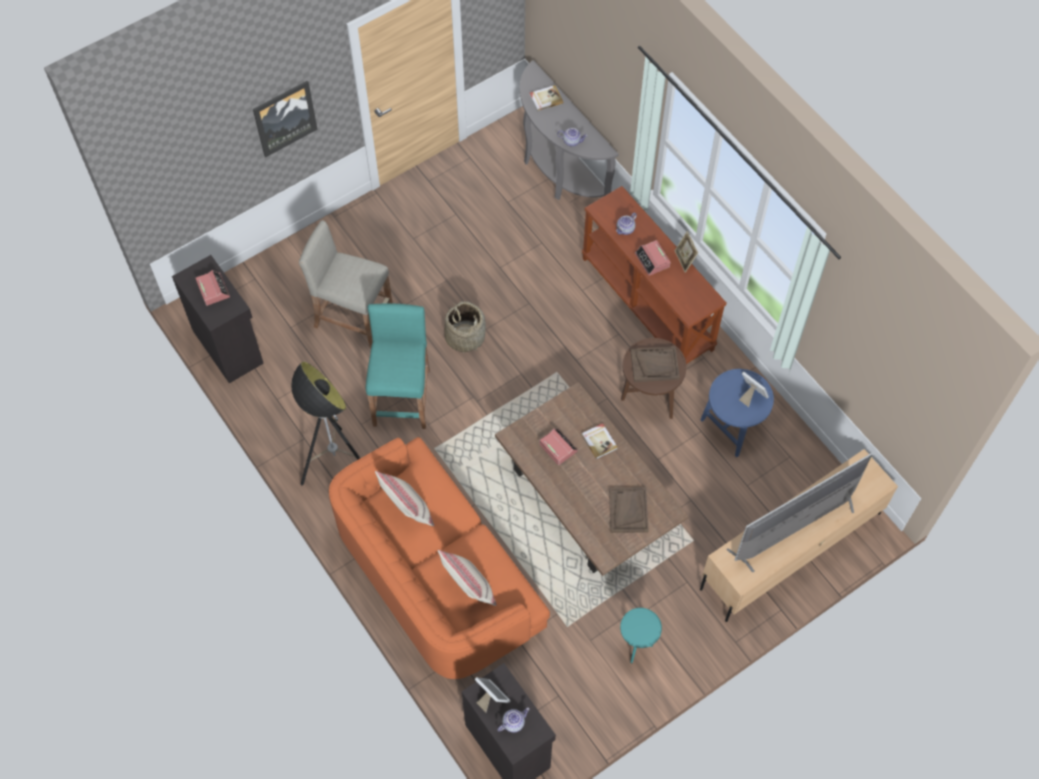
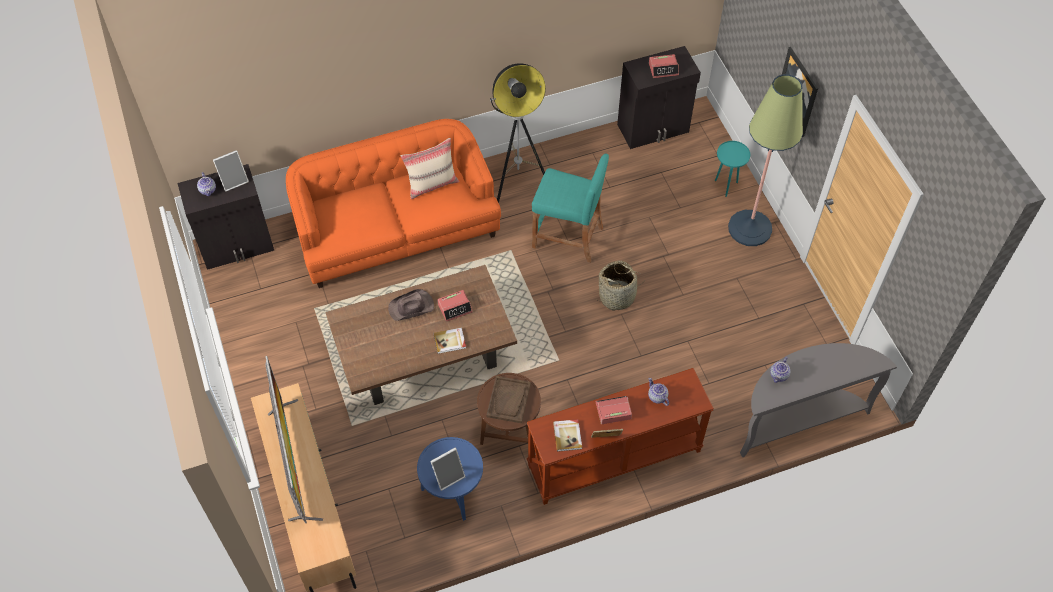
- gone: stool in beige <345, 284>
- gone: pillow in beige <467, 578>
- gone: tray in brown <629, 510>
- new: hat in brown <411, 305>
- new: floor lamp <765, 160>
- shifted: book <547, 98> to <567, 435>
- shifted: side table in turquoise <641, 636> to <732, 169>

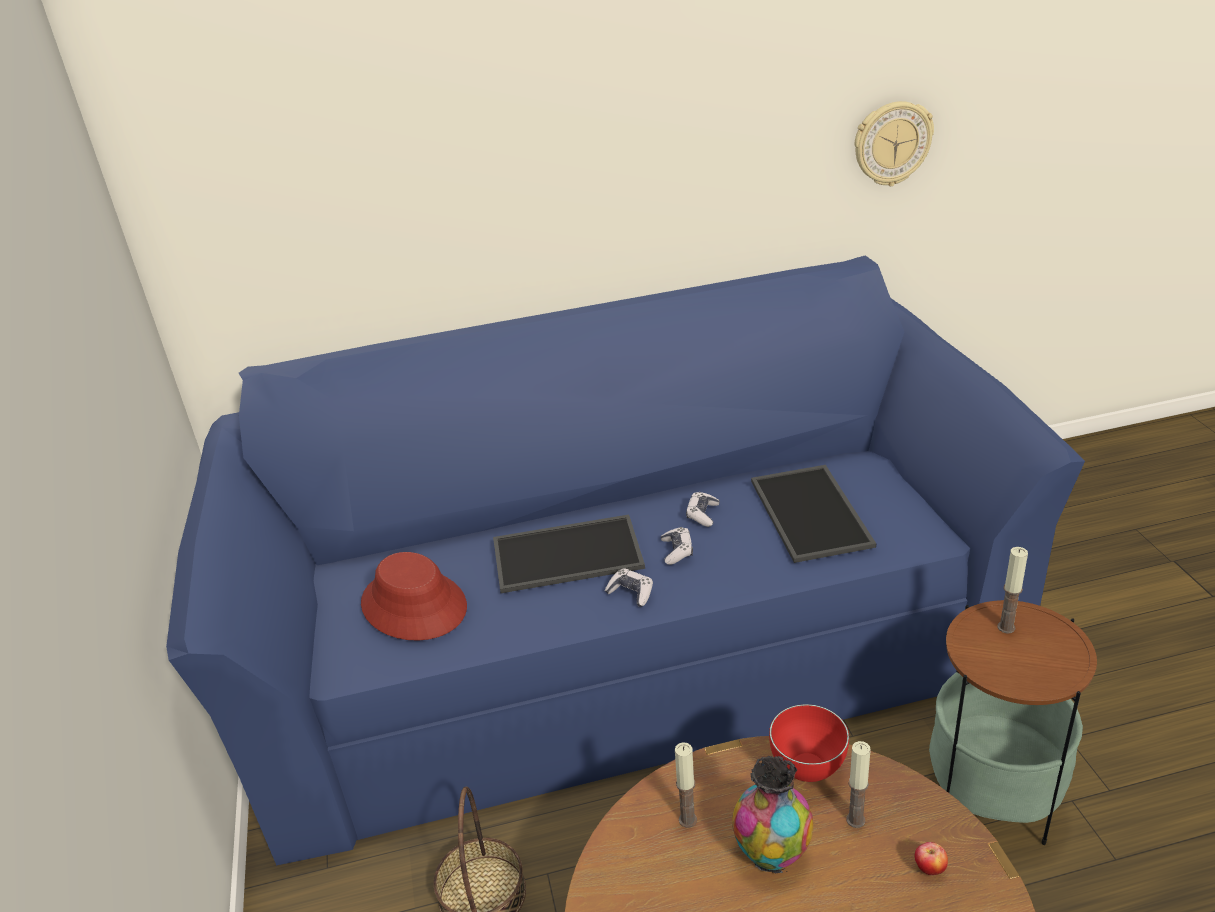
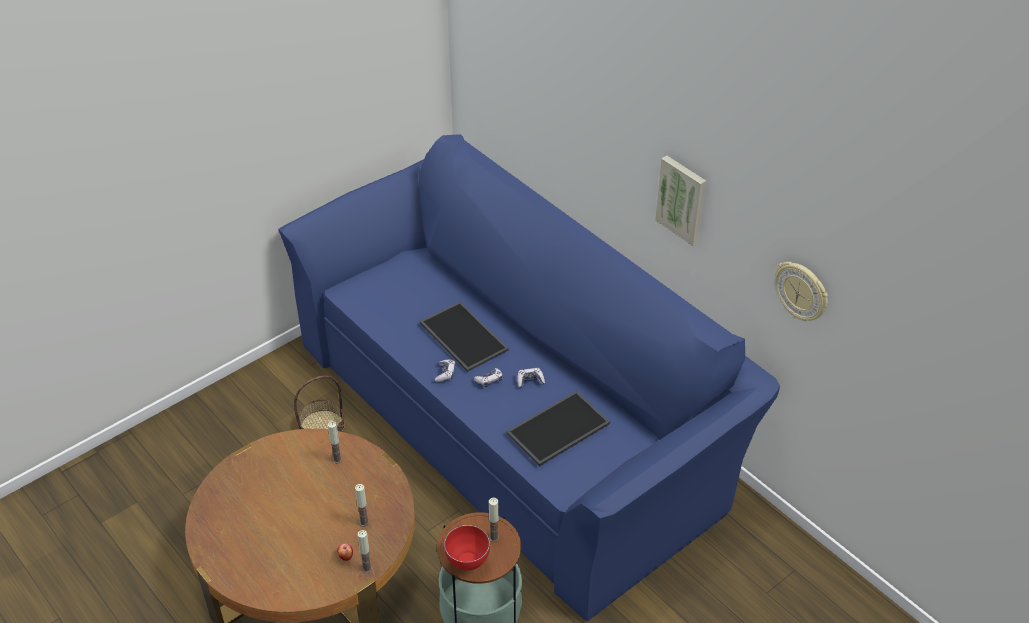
- gone: hat in red <414, 596>
- gone: vase <772, 814>
- new: candle <365, 551>
- new: picture <680, 201>
- shifted: bowl in red <809, 743> to <467, 548>

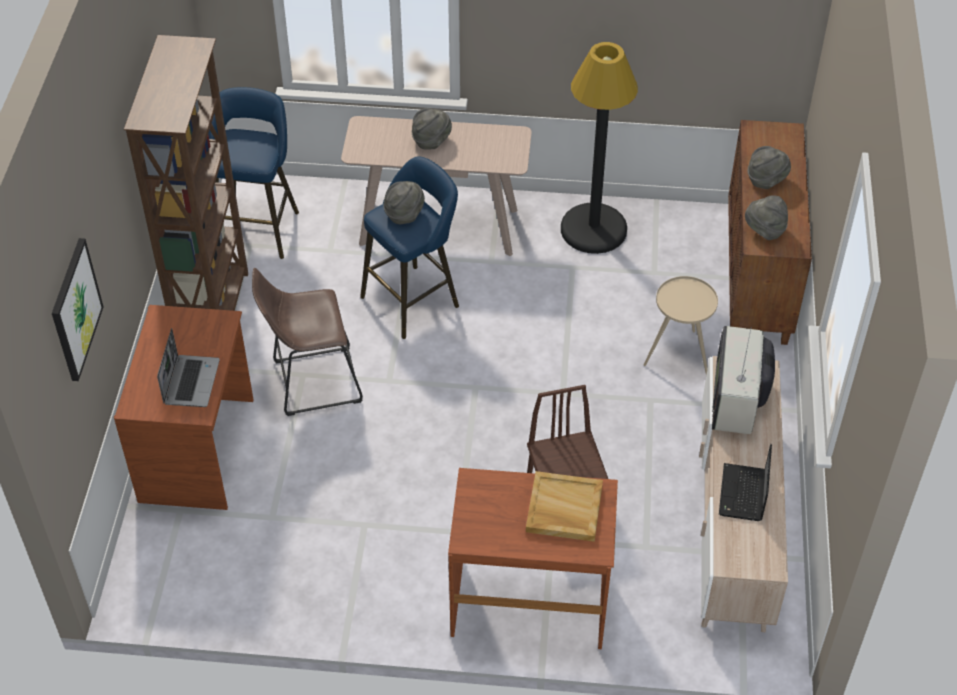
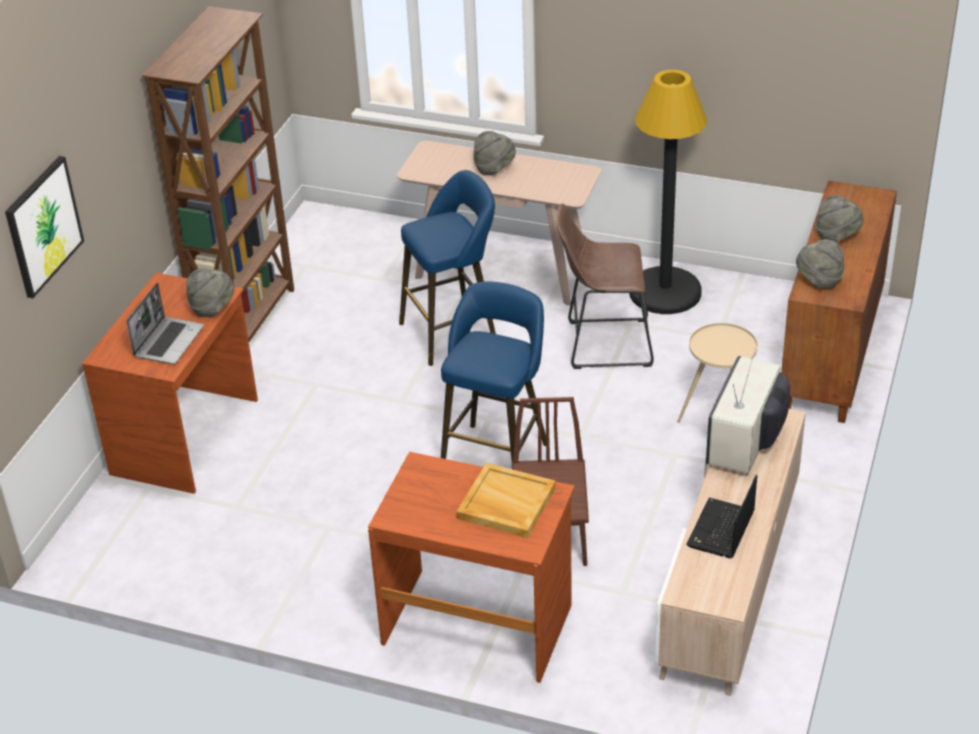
- shifted: stool in blue <253, 173> to <493, 371>
- shifted: stool in brown <307, 342> to <605, 286>
- shifted: hat in grey <404, 202> to <210, 292>

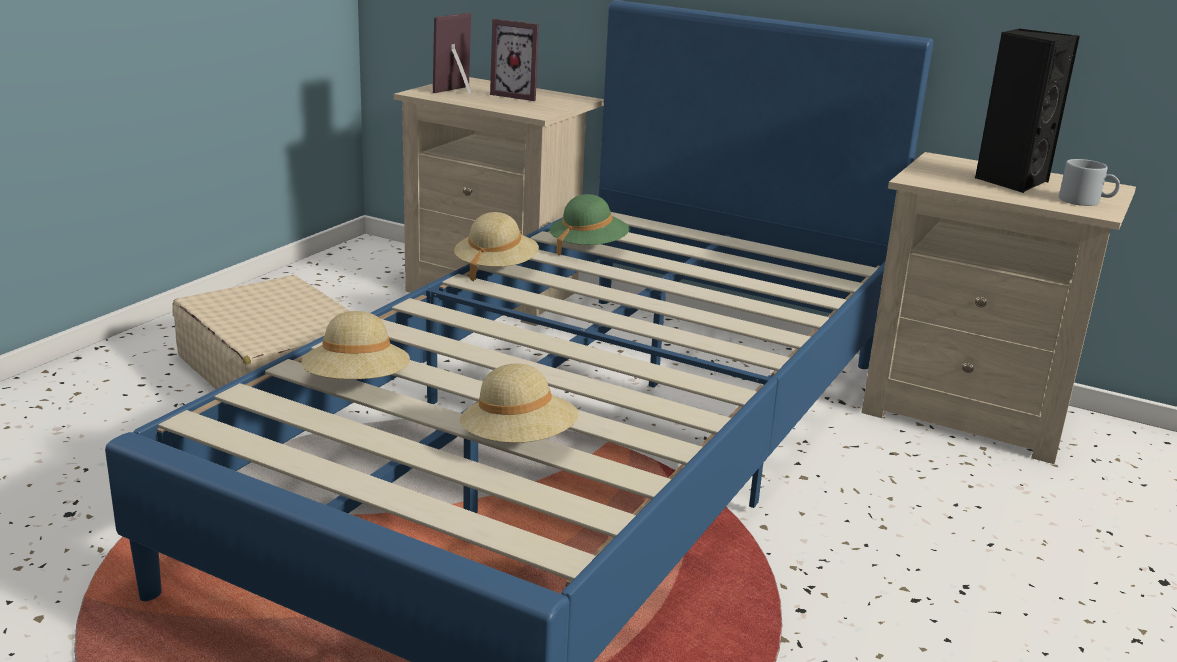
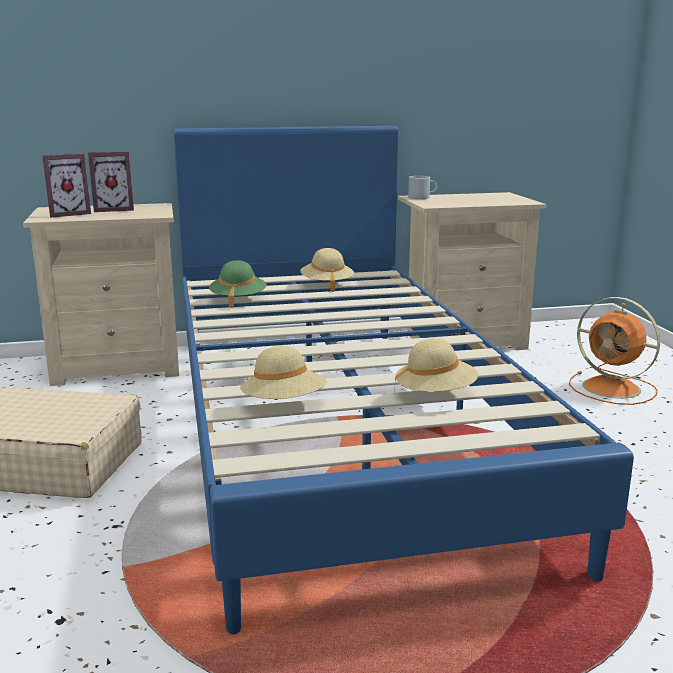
- gone: speaker in black <1027, 110>
- new: fan in orange <614, 351>
- shifted: hat in beige <496, 247> to <327, 270>
- shifted: mug in grey <1089, 182> to <422, 187>
- rotated: picture frame <452, 53> = <66, 185> 120 degrees counterclockwise

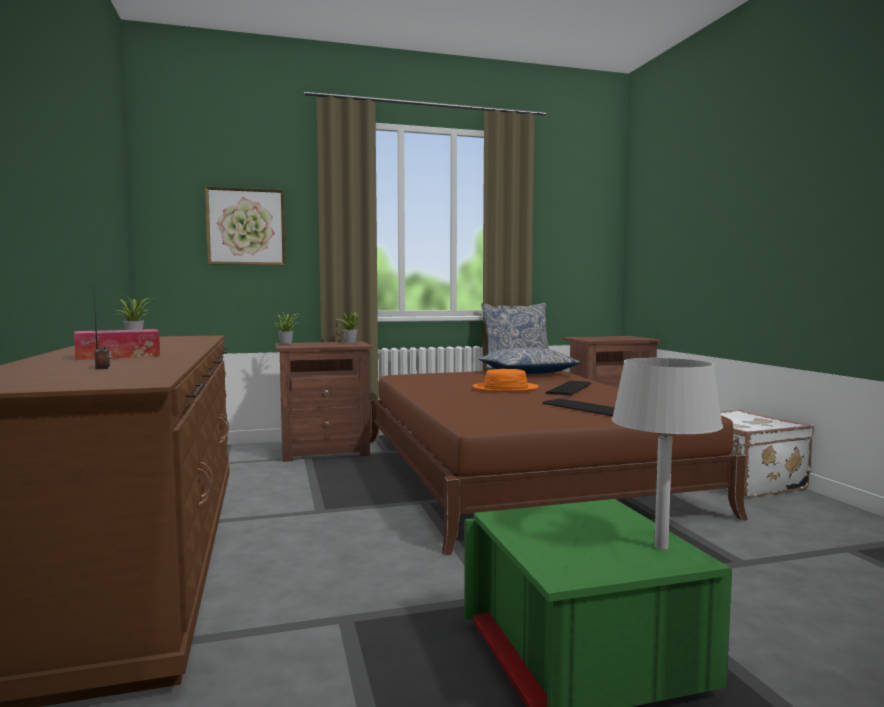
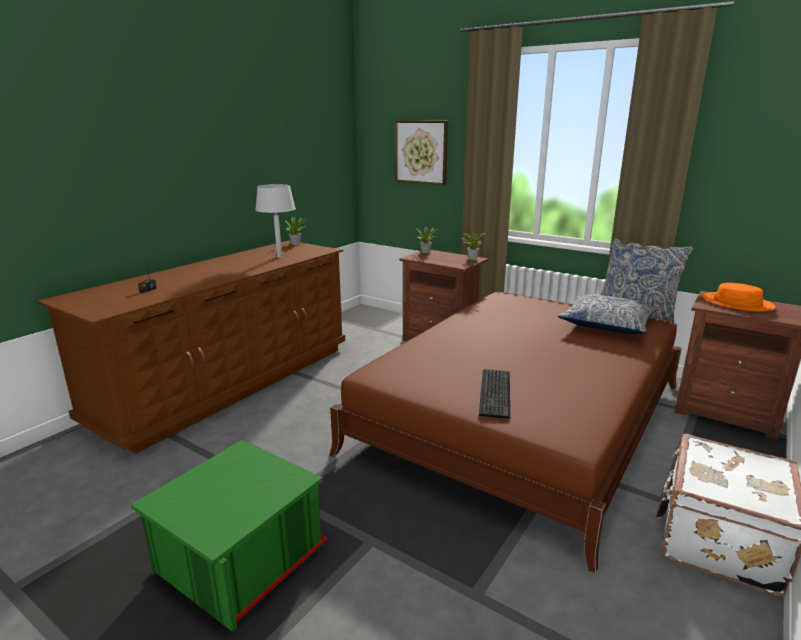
- gone: tissue box <117, 344>
- gone: keyboard <568, 388>
- shifted: hat in orange <506, 380> to <739, 297>
- shifted: table lamp in grey <667, 453> to <275, 221>

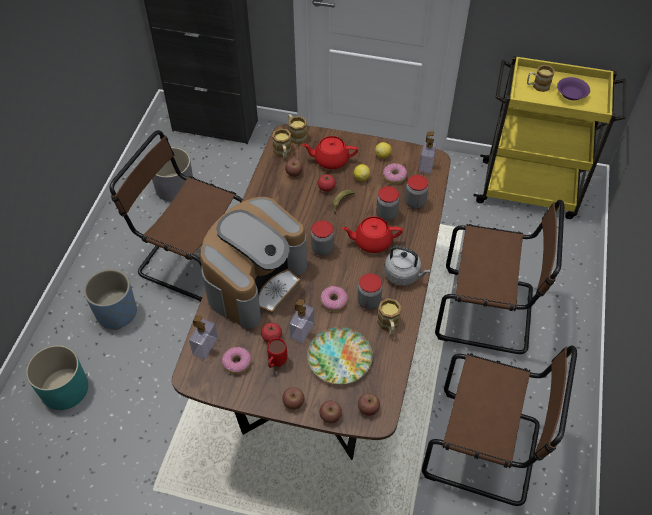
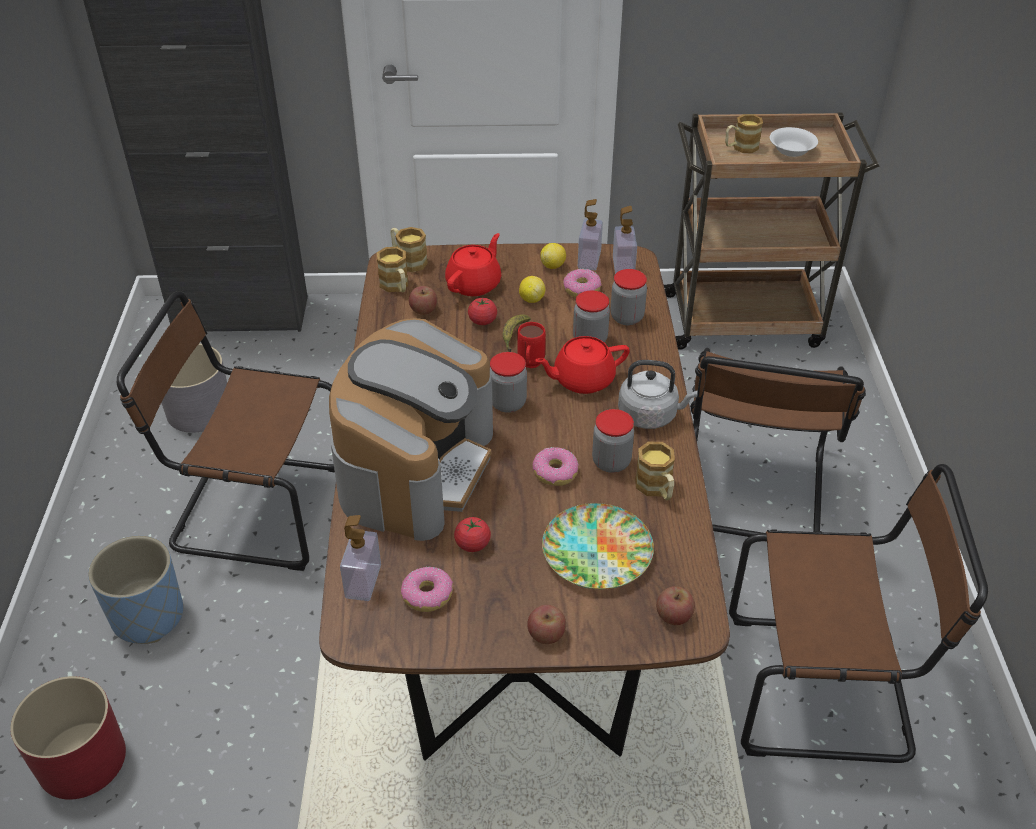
- gone: apple <330, 412>
- shifted: mug in red <277, 353> to <531, 345>
- shifted: soap dispenser <301, 321> to <590, 234>
- repainted: planter in turquoise <57, 377> to planter in red <68, 738>
- repainted: cart in yellow <549, 137> to cart in brown <771, 231>
- repainted: bowl in purple <573, 88> to bowl in white <794, 142>
- rotated: teapot in red <329, 152> = <473, 264> 135 degrees clockwise
- rotated: chair in brown <499, 277> = <778, 442> 105 degrees clockwise

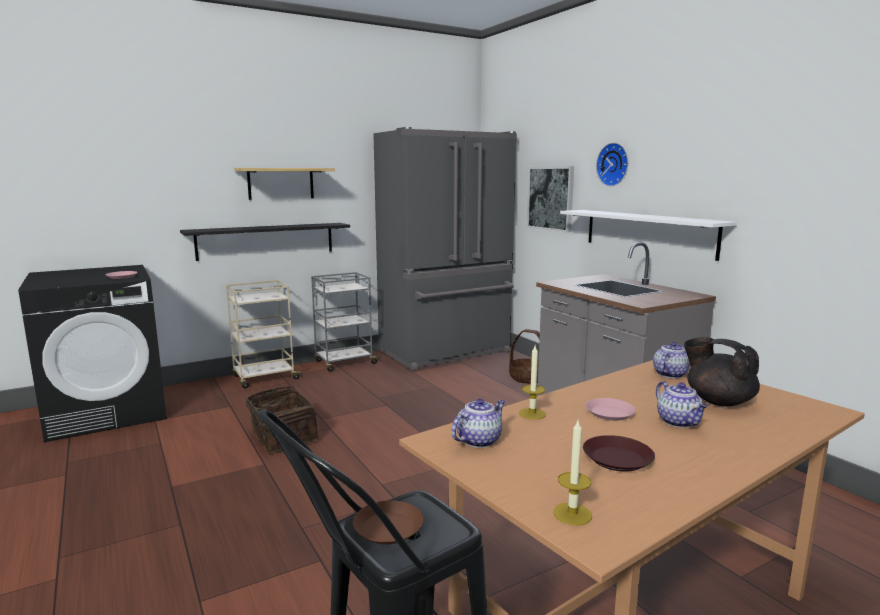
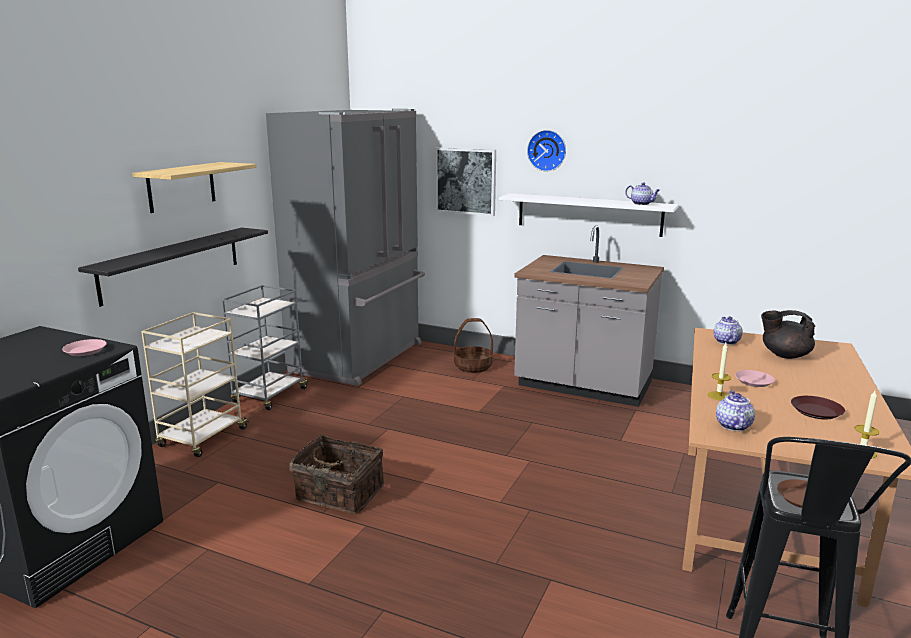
- shifted: teapot <682, 404> to <642, 193>

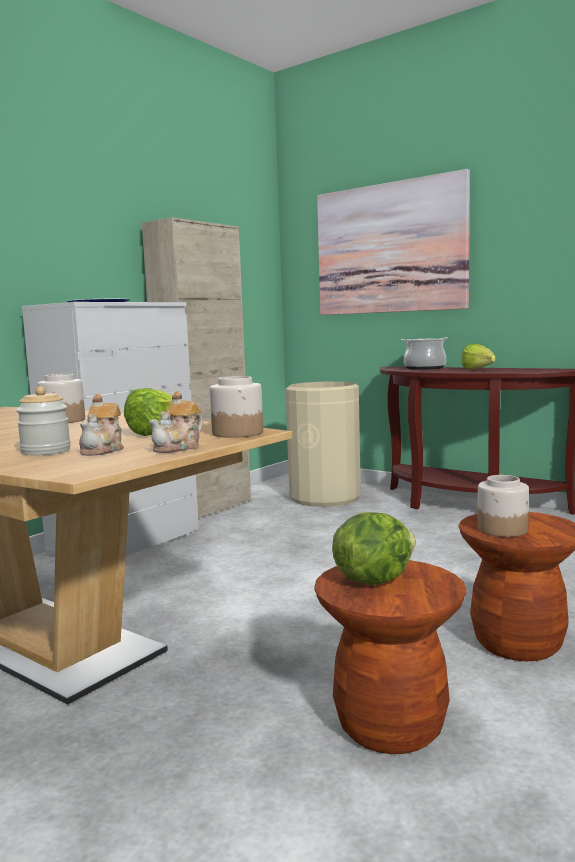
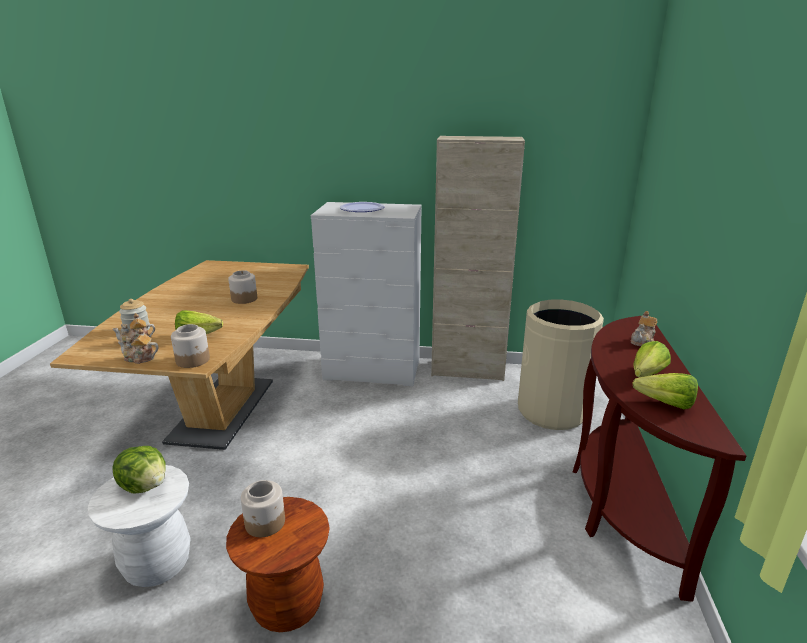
- gone: picture <393, 242>
- new: lettuce <665, 391>
- swapped: cooking pot <425, 353> to teapot <643, 328>
- repainted: stool in brown <390, 657> to stool in white <139, 526>

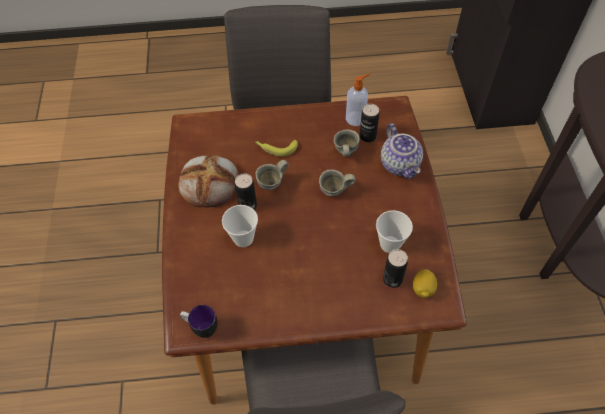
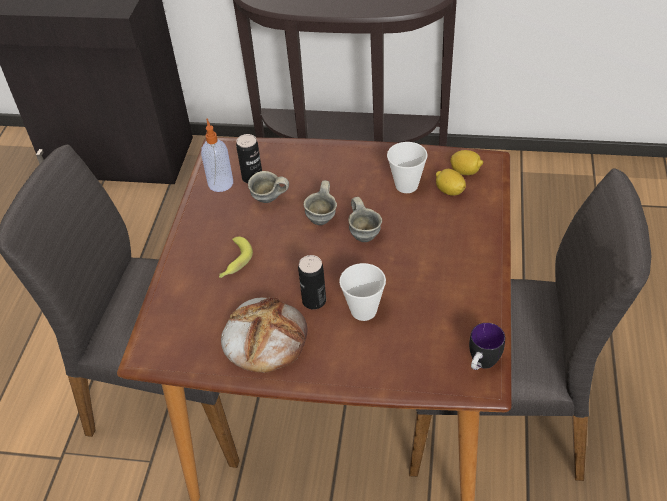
- gone: teapot <402, 151>
- shifted: mug in grey <272, 175> to <365, 219>
- swapped: can <395, 268> to lemon <451, 182>

